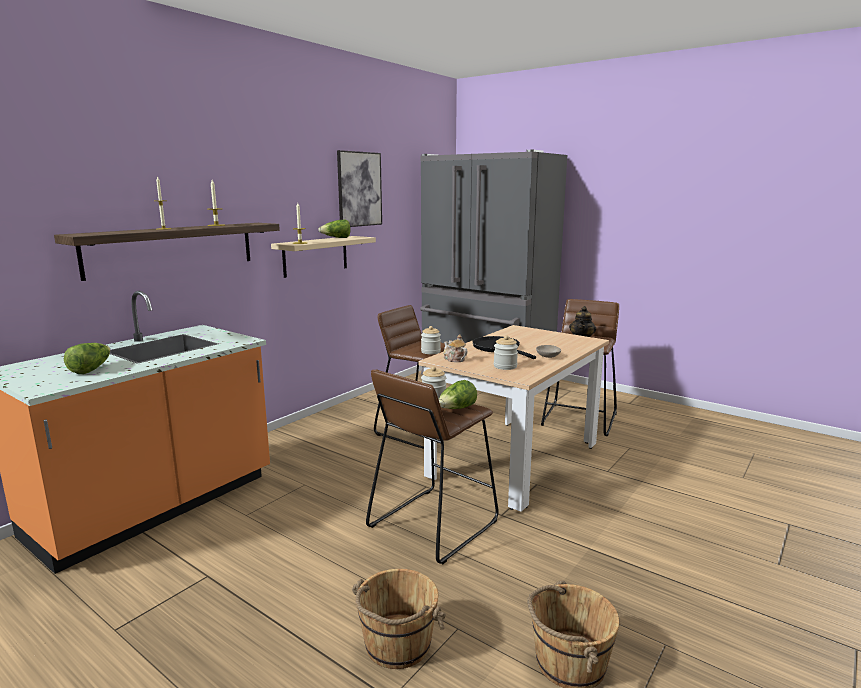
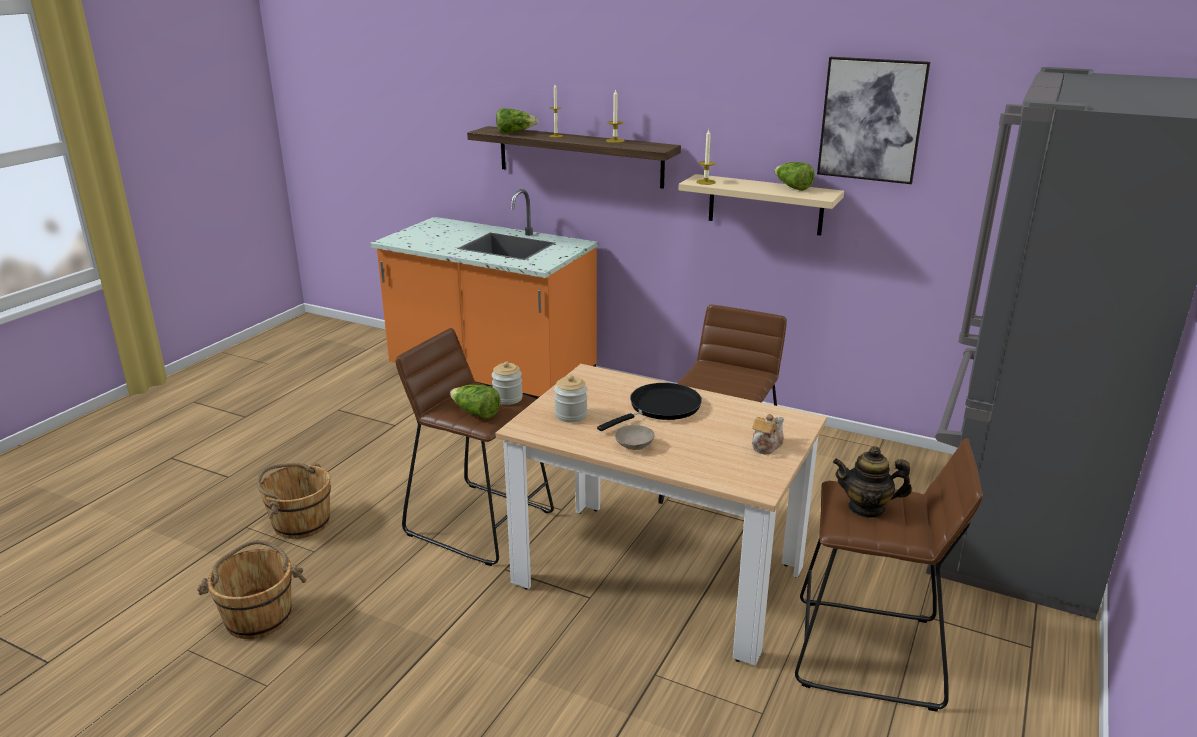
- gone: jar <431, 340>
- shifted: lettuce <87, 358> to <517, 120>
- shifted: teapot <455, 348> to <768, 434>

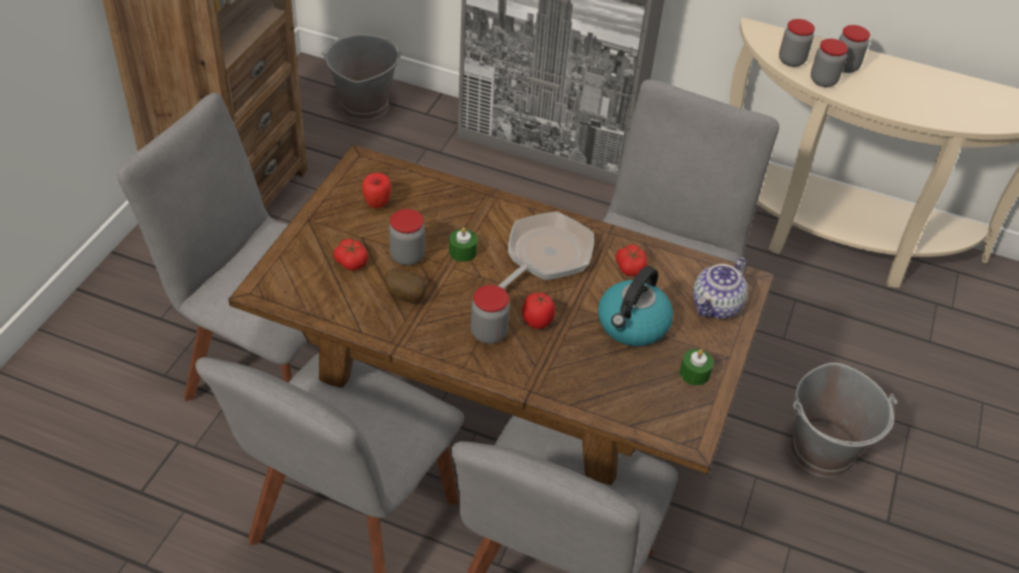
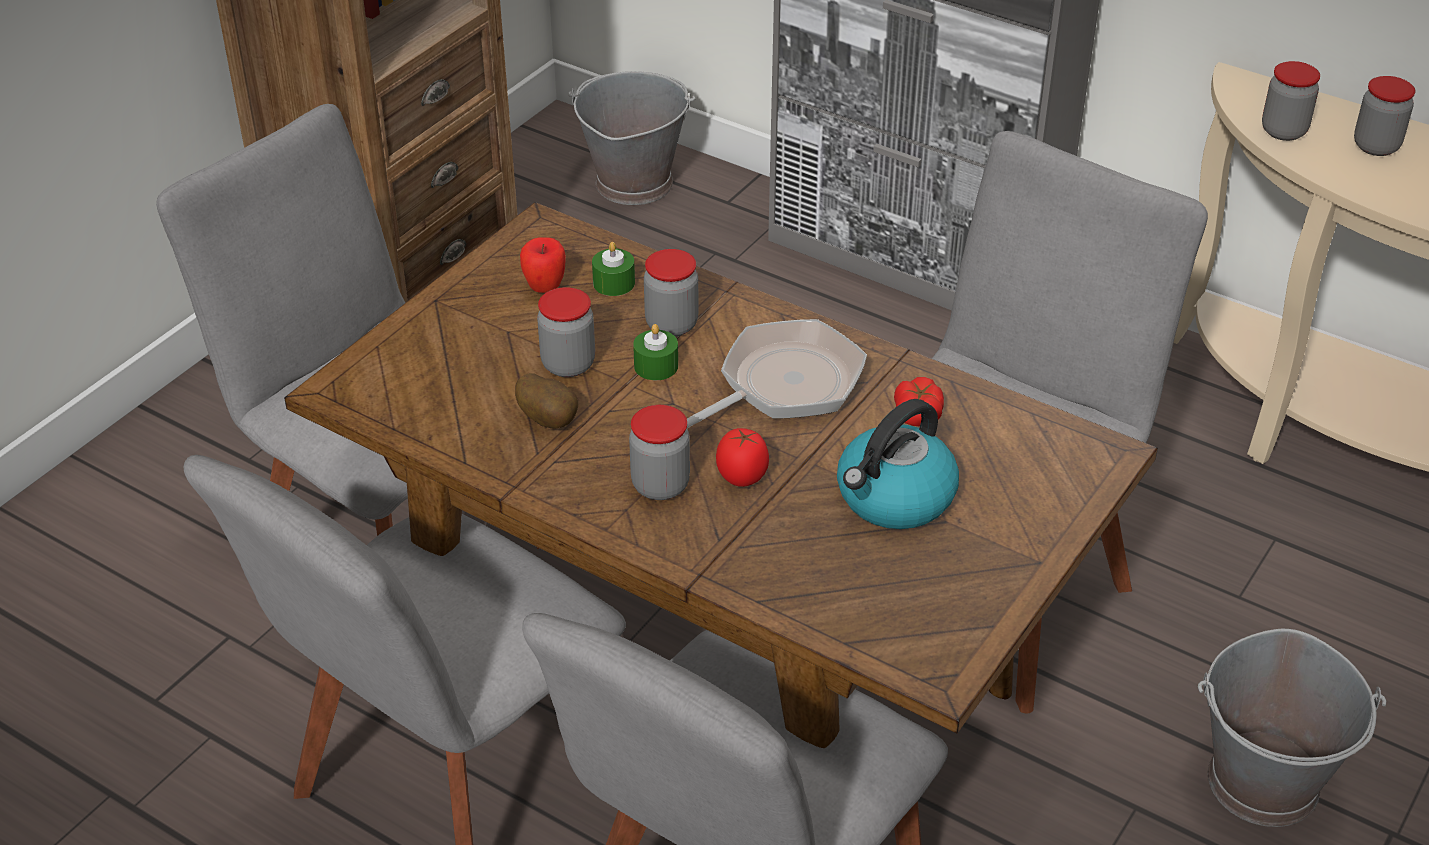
- gone: tomato <351, 255>
- gone: teapot <720, 288>
- shifted: candle in green <697, 367> to <613, 269>
- shifted: jar <829, 63> to <671, 293>

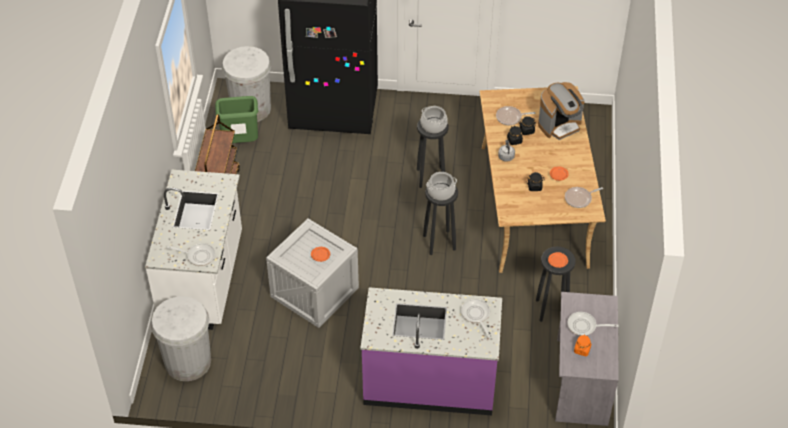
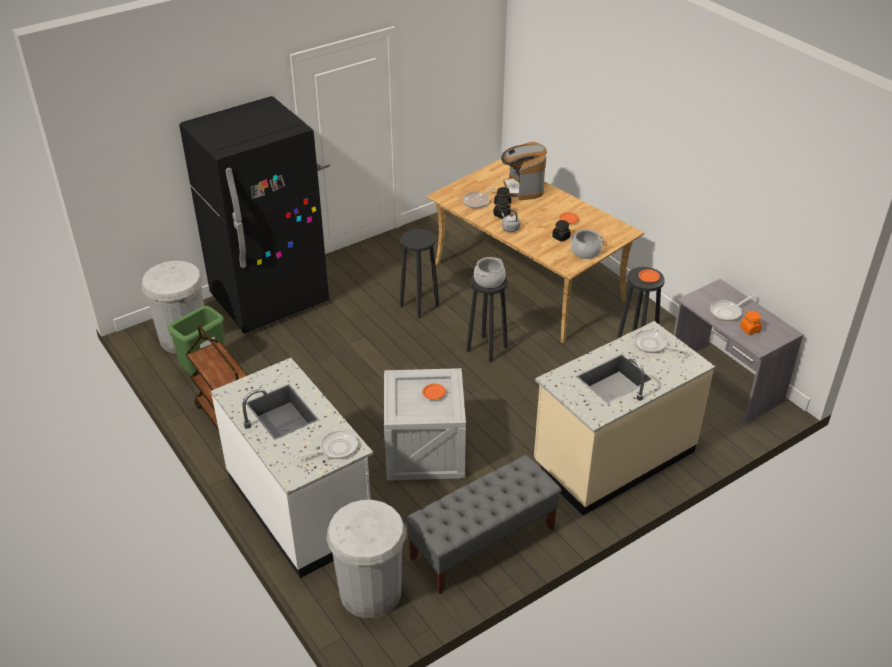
- gone: frying pan <584, 197>
- new: bench in grey <483, 524>
- shifted: cooking pot <434, 119> to <587, 244>
- repainted: counter in purple <431, 351> to counter in beige <624, 418>
- rotated: coffee machine <561, 111> = <524, 171> 150 degrees clockwise

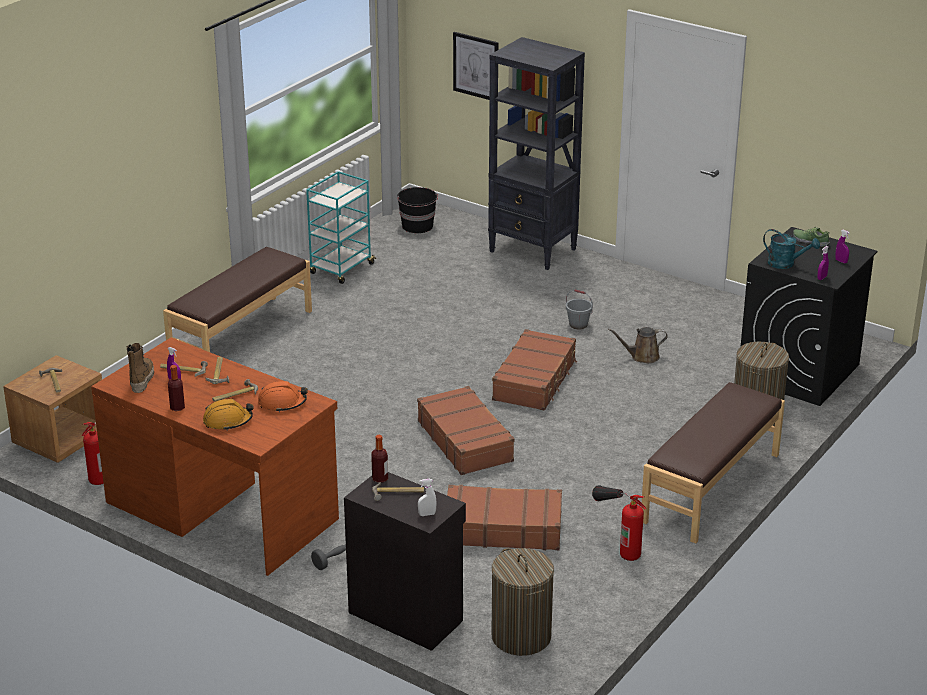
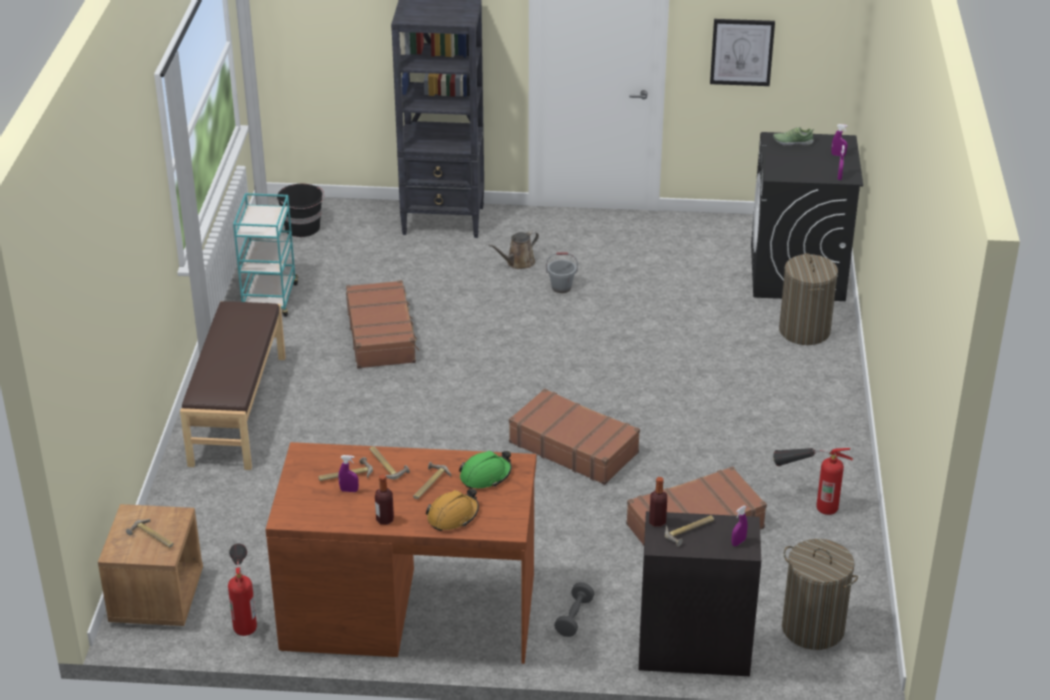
- gone: boot <140, 368>
- gone: bench in brown <713, 462>
- gone: watering can in turquoise <791, 249>
- shifted: picture <475, 66> to <742, 52>
- shifted: suitcase in brown <534, 369> to <382, 324>
- shifted: watering can in brown <638, 345> to <513, 250>
- repainted: hard hat in orange <283, 396> to hard hat in green <485, 470>
- repainted: spray bottle in white <427, 497> to spray bottle in purple <740, 526>

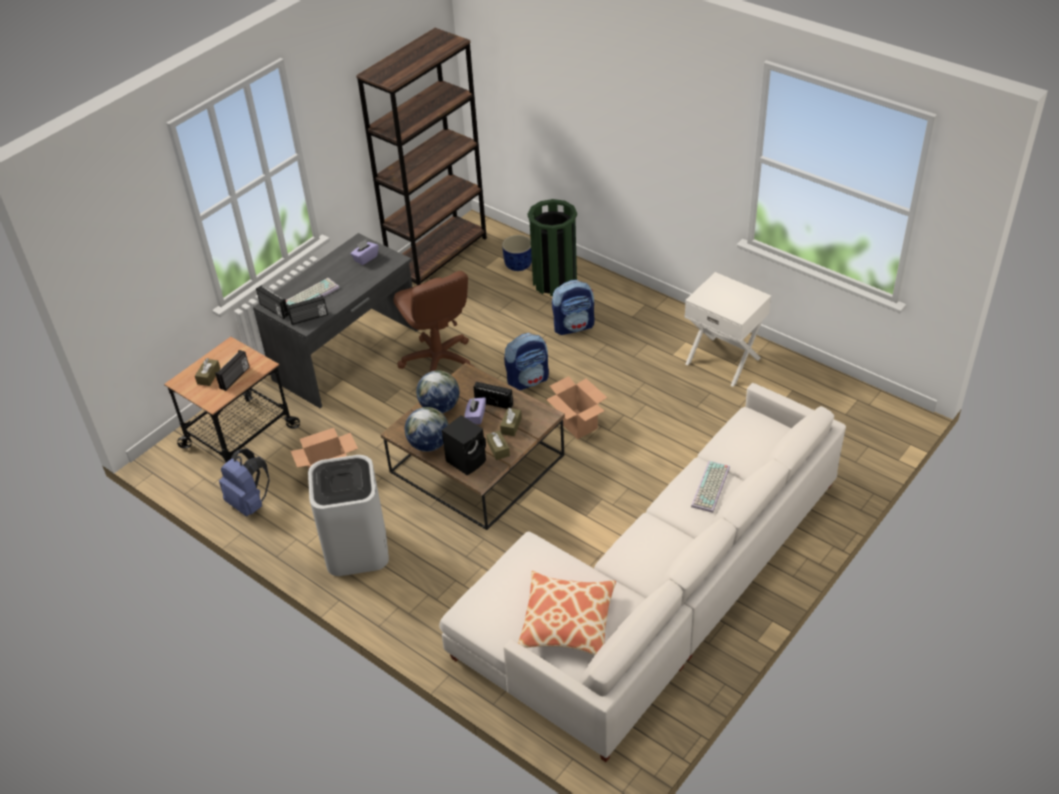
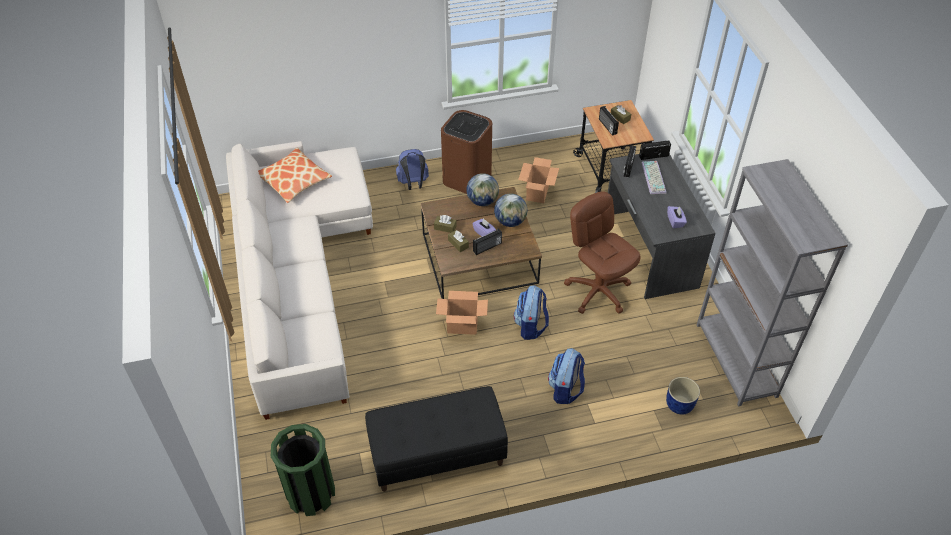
- gone: speaker in black <464, 445>
- gone: keyboard <710, 487>
- shifted: backpack in blue <244, 482> to <412, 169>
- shifted: trash can in green <552, 247> to <303, 470>
- swapped: nightstand in white <727, 329> to bench in black <436, 439>
- repainted: trash can in white <348, 515> to trash can in brown <466, 152>
- repainted: bookcase in brown <421, 156> to bookcase in grey <772, 282>
- rotated: office chair in brown <433, 321> = <602, 252> 45 degrees clockwise

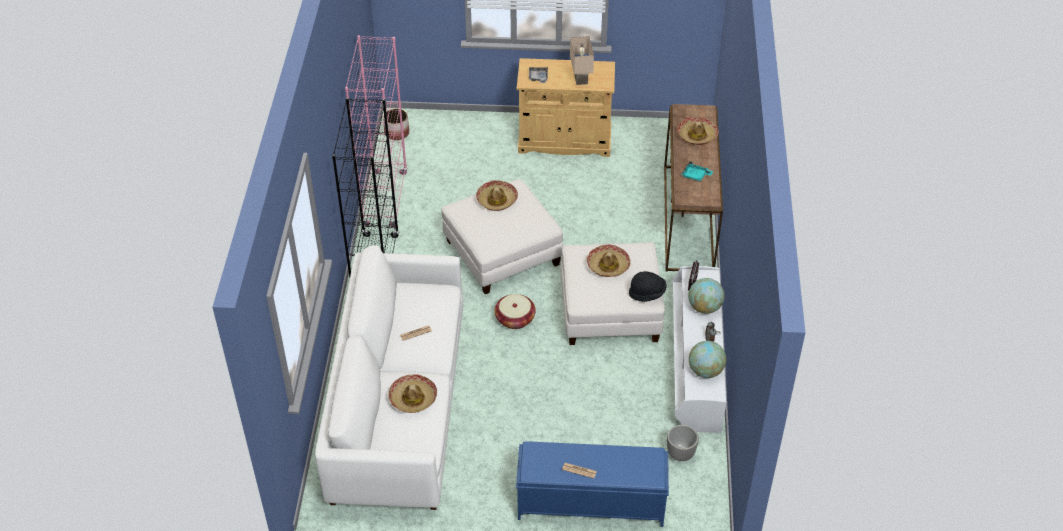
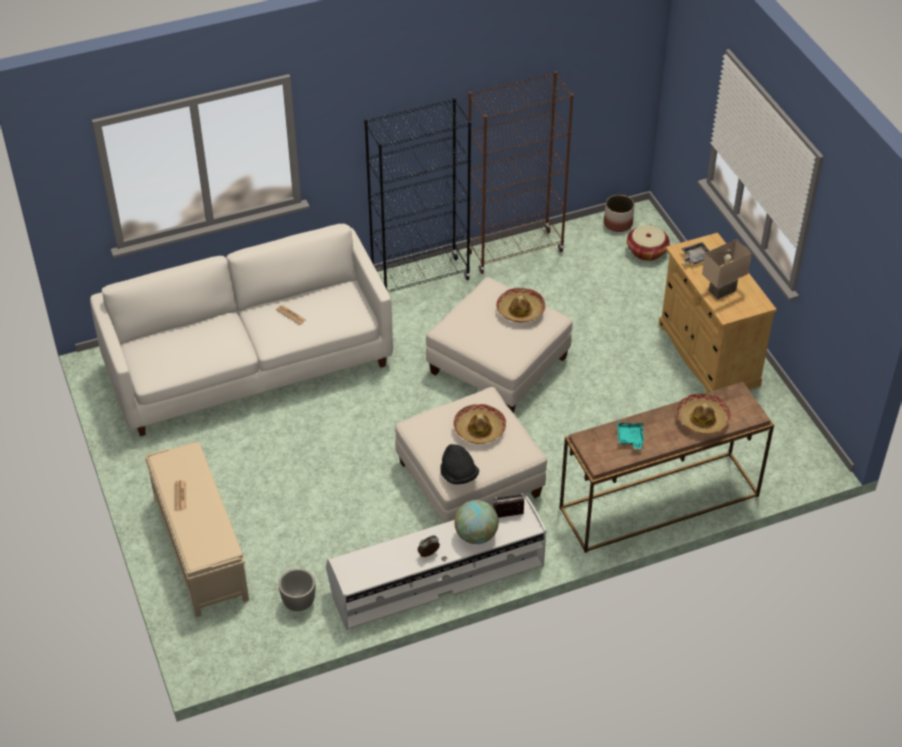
- gone: hat <412, 393>
- gone: globe <707, 359>
- shifted: basket <515, 311> to <648, 243>
- repainted: bookcase in pink <376, 131> to bookcase in brown <520, 172>
- repainted: bench in blue <592, 484> to bench in beige <197, 529>

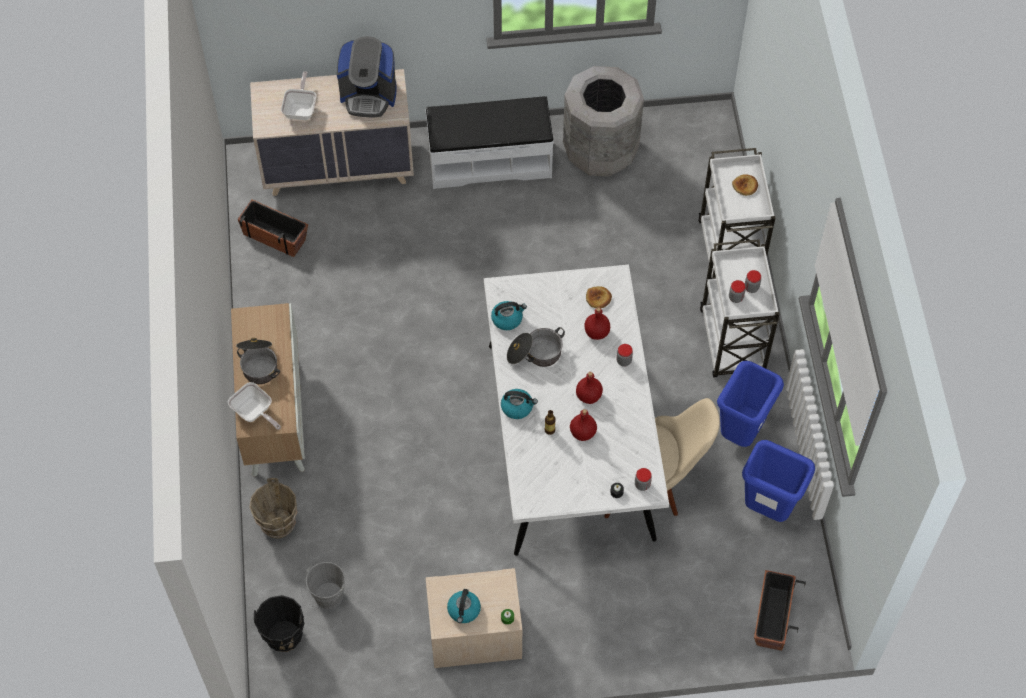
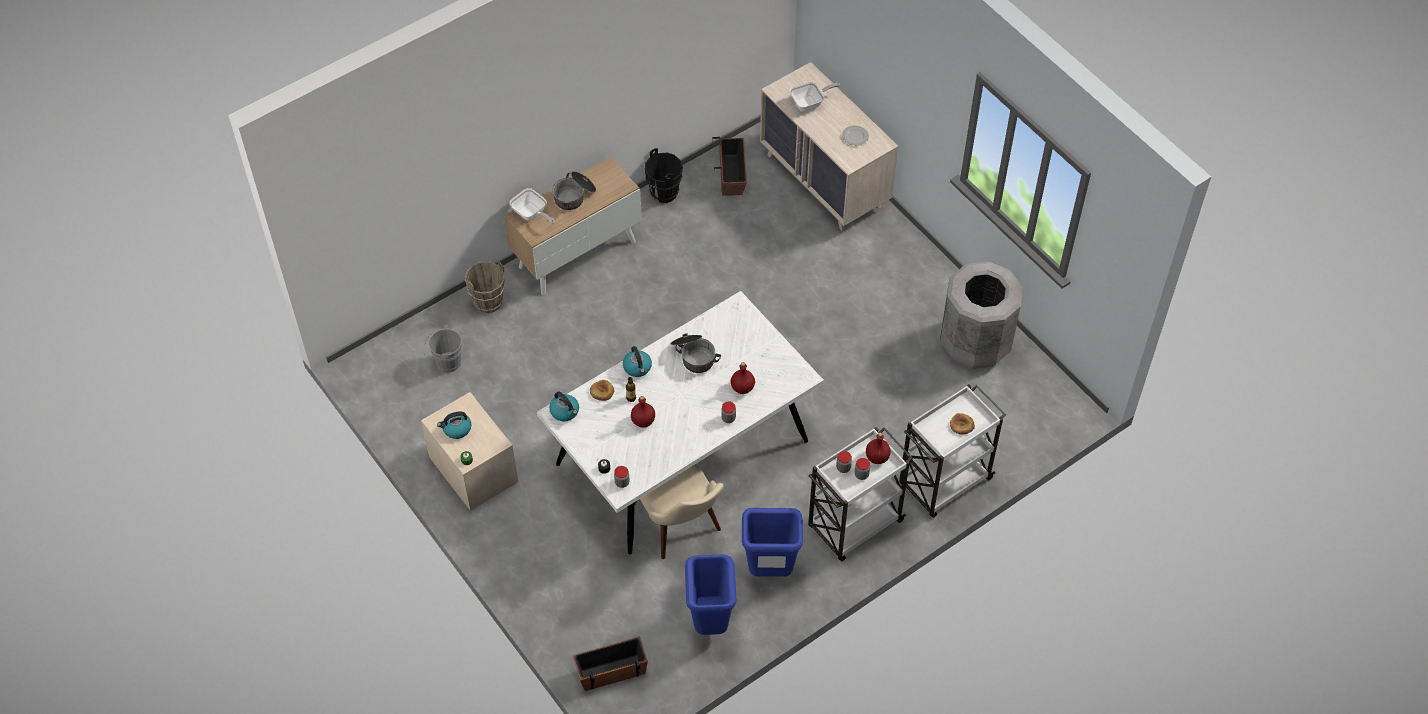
- gone: bench in white <490, 142>
- shifted: bucket in black <279, 623> to <664, 175>
- shifted: kettle <509, 315> to <564, 406>
- shifted: bottle in red <589, 388> to <878, 448>
- shifted: bread <599, 297> to <602, 390>
- swapped: coffee machine <366, 76> to plate <855, 136>
- rotated: frying pan <254, 406> = <532, 206> 60 degrees counterclockwise

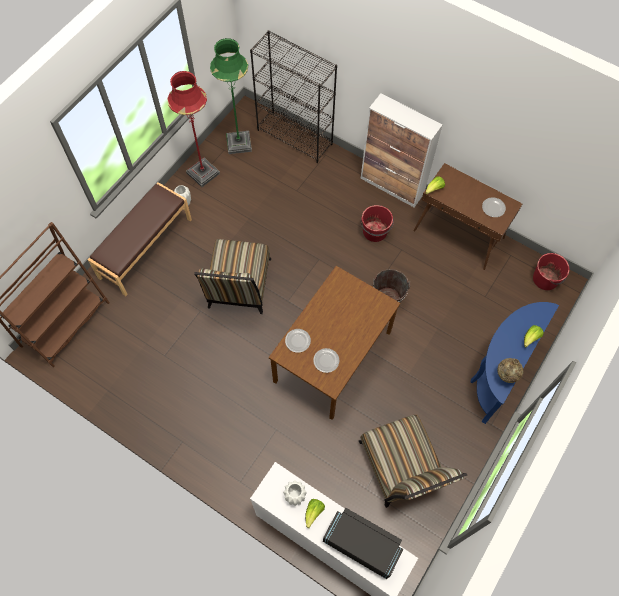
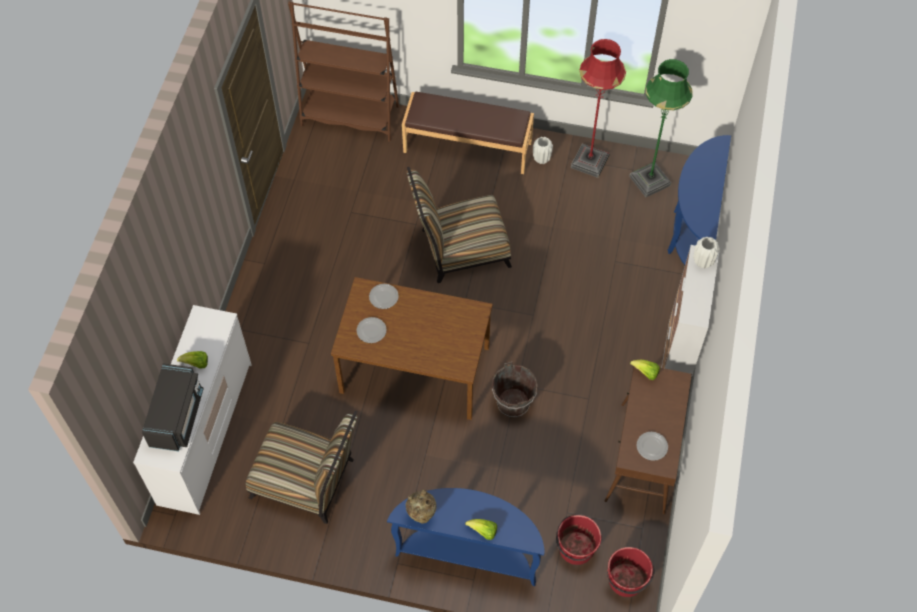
- shifted: vase in white <295, 493> to <706, 252>
- shifted: bucket in red <377, 223> to <578, 540>
- swapped: bookcase in black <293, 96> to console table in blue <699, 200>
- rotated: chair <413, 461> = <302, 467> 120 degrees counterclockwise

